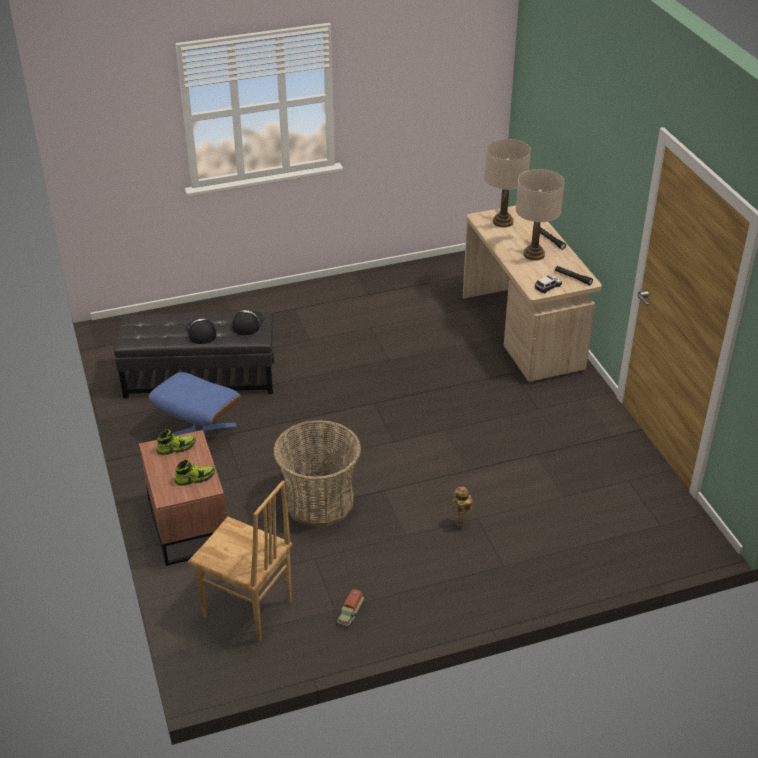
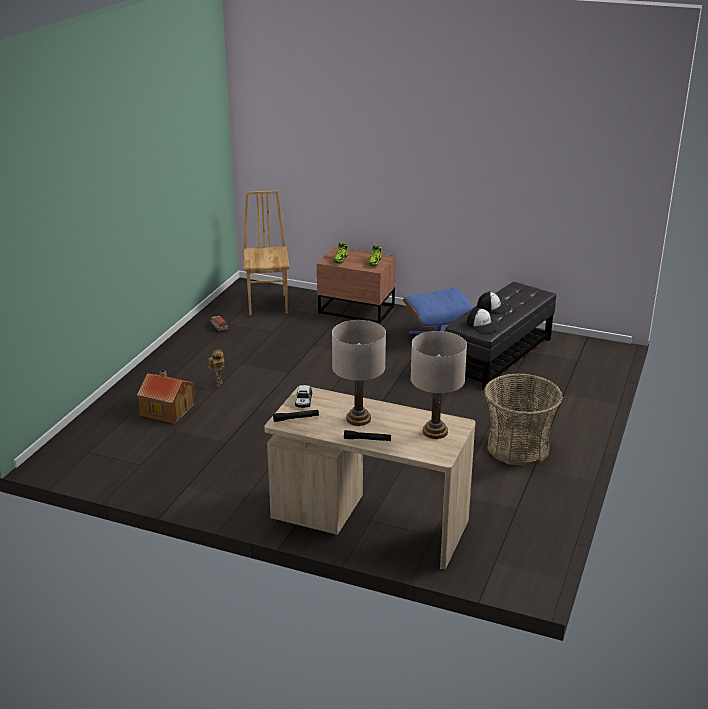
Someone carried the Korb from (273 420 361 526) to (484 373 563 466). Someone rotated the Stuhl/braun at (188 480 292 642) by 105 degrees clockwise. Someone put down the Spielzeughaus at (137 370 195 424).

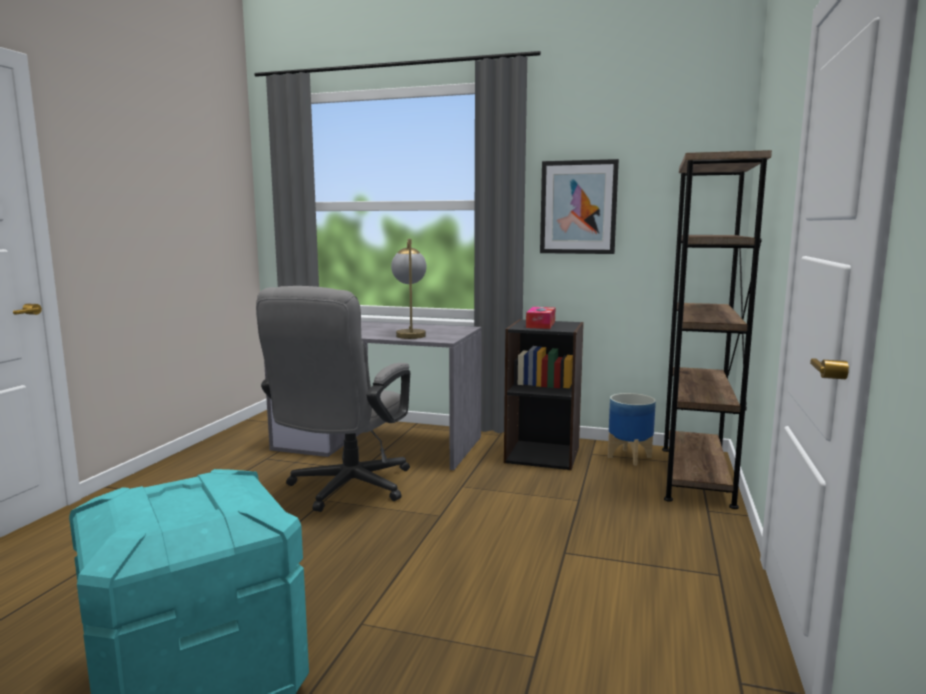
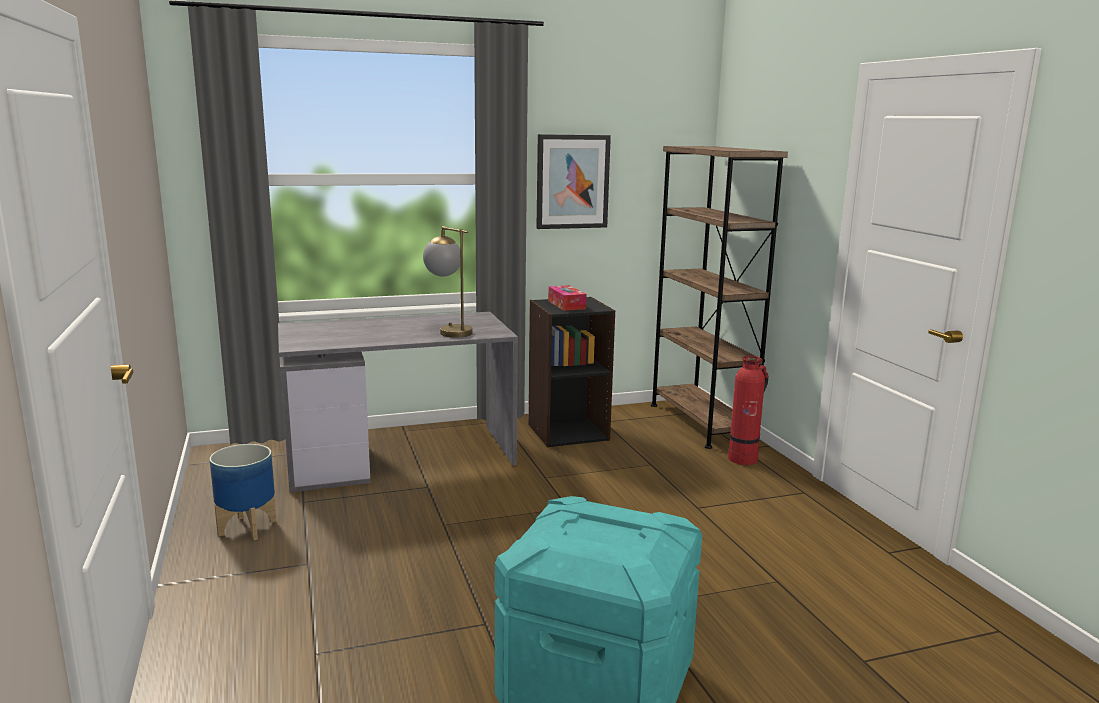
Someone took away the Bürostuhl/grau at (256 286 410 512). Someone carried the Pflanzkübel from (608 393 656 466) to (210 444 276 540). Someone put down the Feuerlöscher at (728 356 769 465).

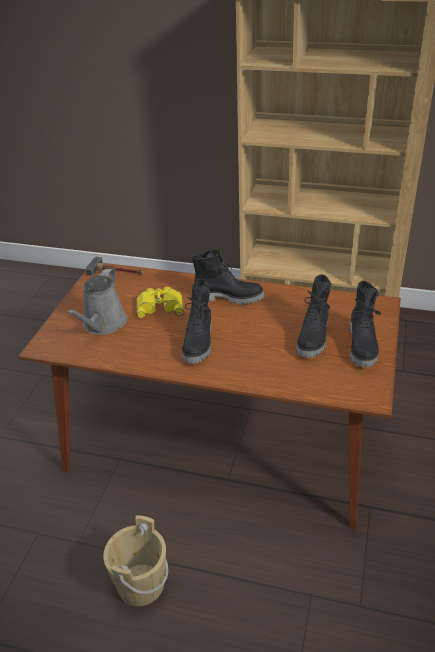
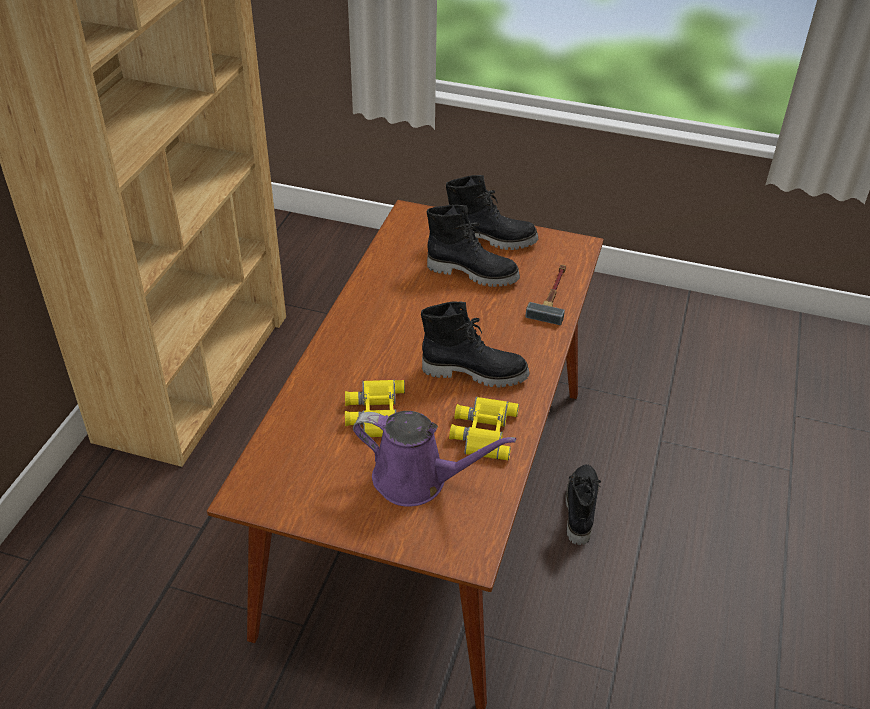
Someone carried the Stiefel/schwarz from (192 249 265 305) to (565 465 601 545). Someone carried the Hammer from (85 257 144 276) to (525 265 566 325). Someone repainted the Gießkanne/grau at (66 269 127 335), which became the Gießkanne/lila at (353 411 516 507). Someone took away the Eimer/beige at (103 515 168 606). Someone put down the Fernglas/gelb at (449 397 519 460).

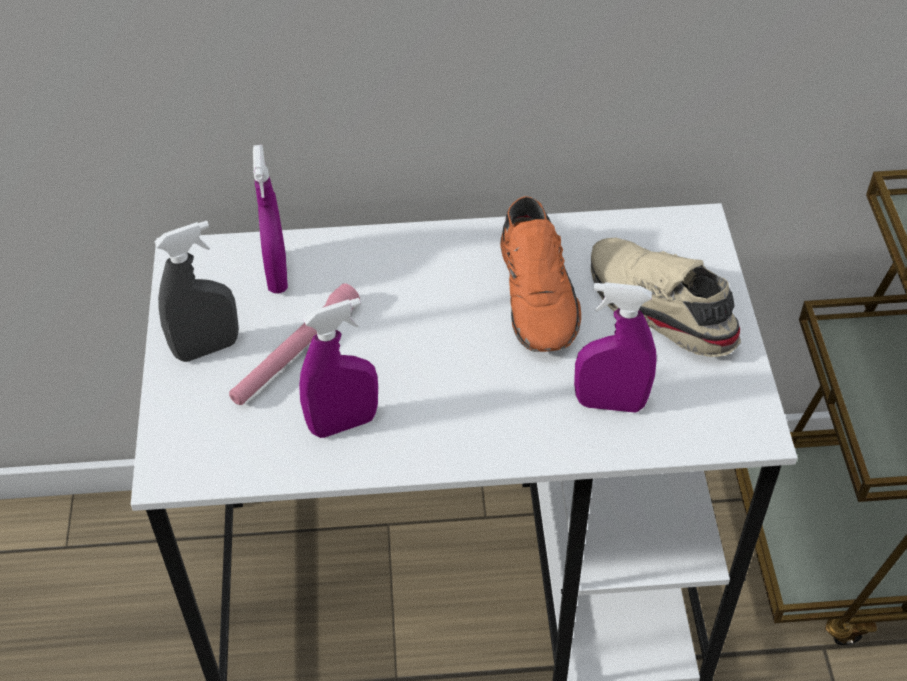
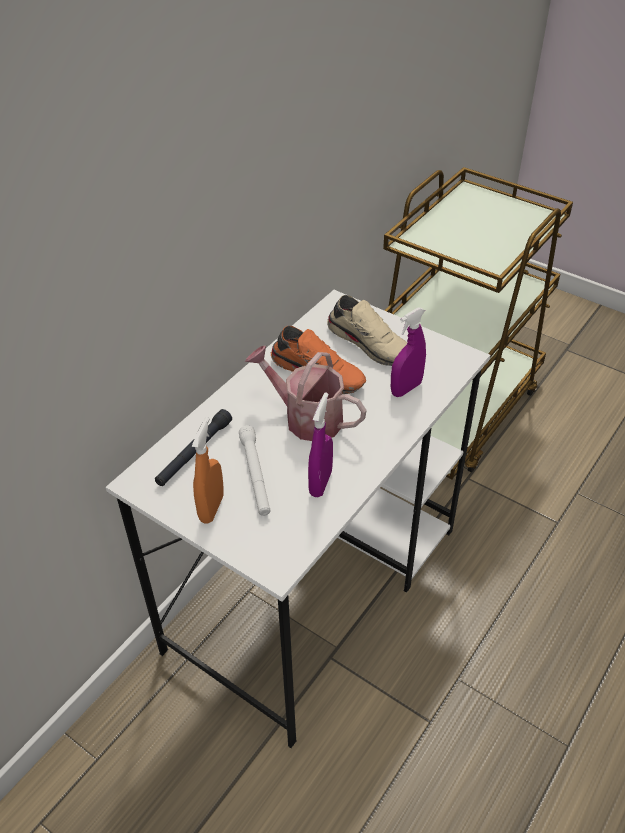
Someone swapped the Sprühflasche/lila at (253 145 288 293) for the Taschenlampe/schwarz at (155 409 232 486). Someone repainted the Sprühflasche/grau at (154 221 239 362), which became the Sprühflasche/orange at (192 417 224 523). Someone rotated the Schuh/beige at (591 238 741 357) by 135 degrees counterclockwise. Someone repainted the Taschenlampe/rosa at (229 283 360 405), which became the Taschenlampe/weiß at (239 425 271 516). Someone put down the Gießkanne at (245 346 367 441).

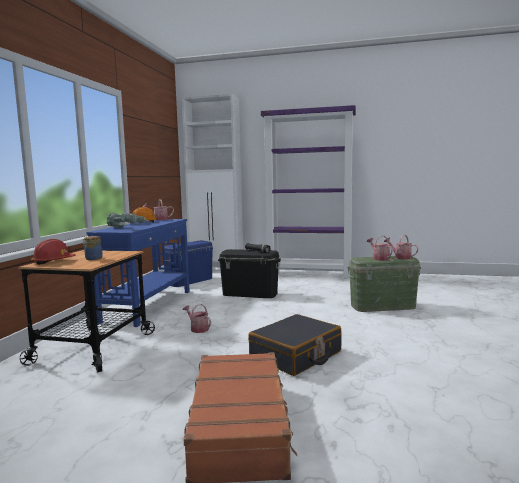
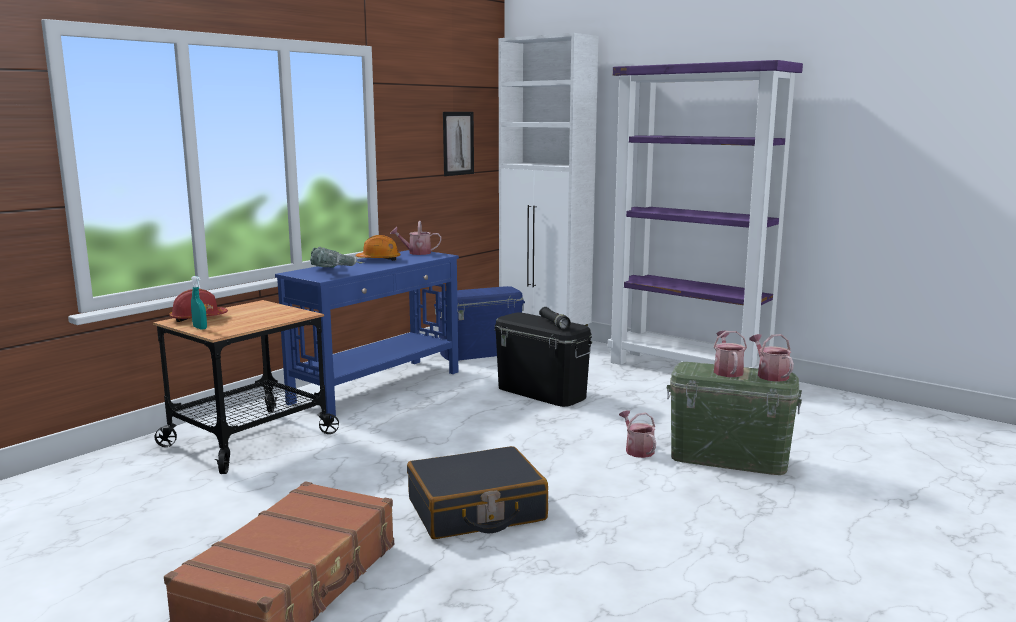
Someone took away the Vorratsglas at (82 236 103 260). Someone carried the Gießkanne from (183 304 211 333) to (619 410 656 458). Someone put up the Bild at (443 112 474 176). Someone put down the Sprühflasche/türkis at (191 276 207 330).

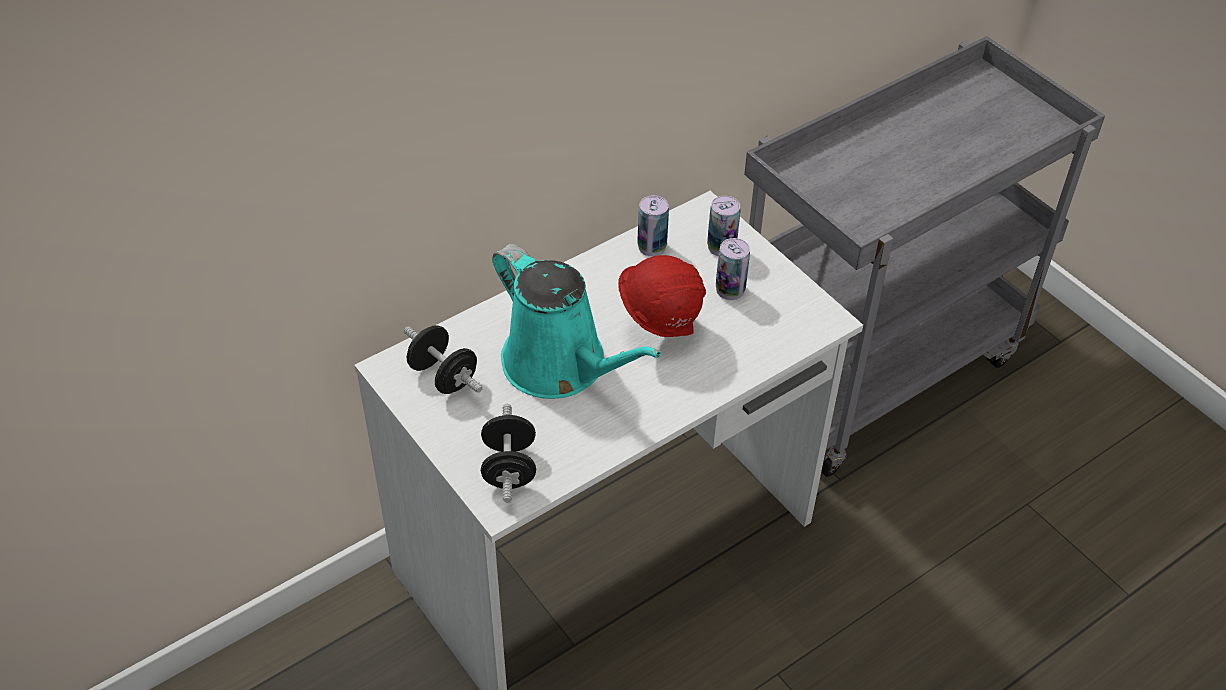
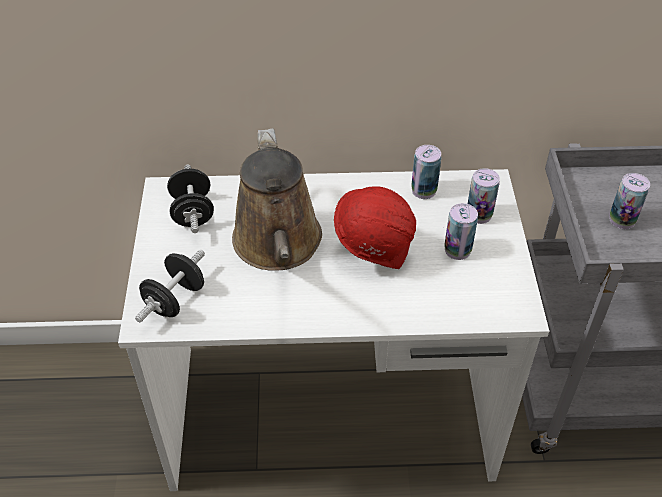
Someone repainted the Gießkanne/türkis at (492 244 662 399), which became the Gießkanne/braun at (232 128 322 271). Someone put down the Dose at (609 173 650 229).

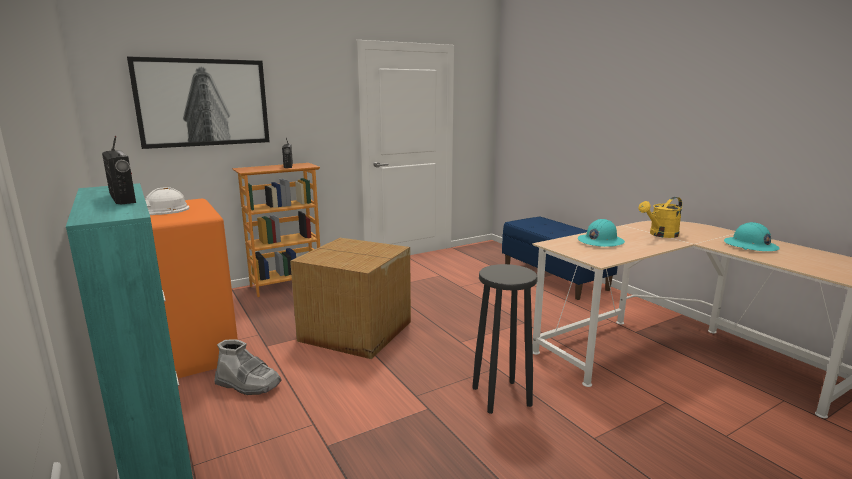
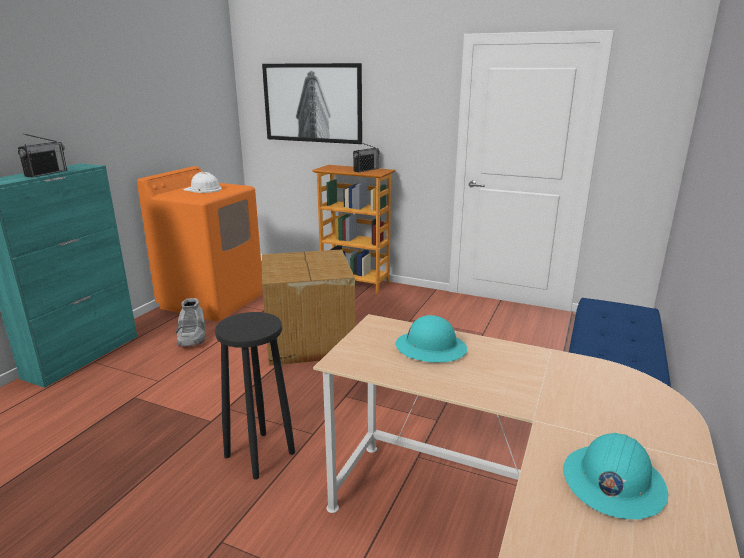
Someone took away the Gießkanne/gelb at (639 197 682 238).

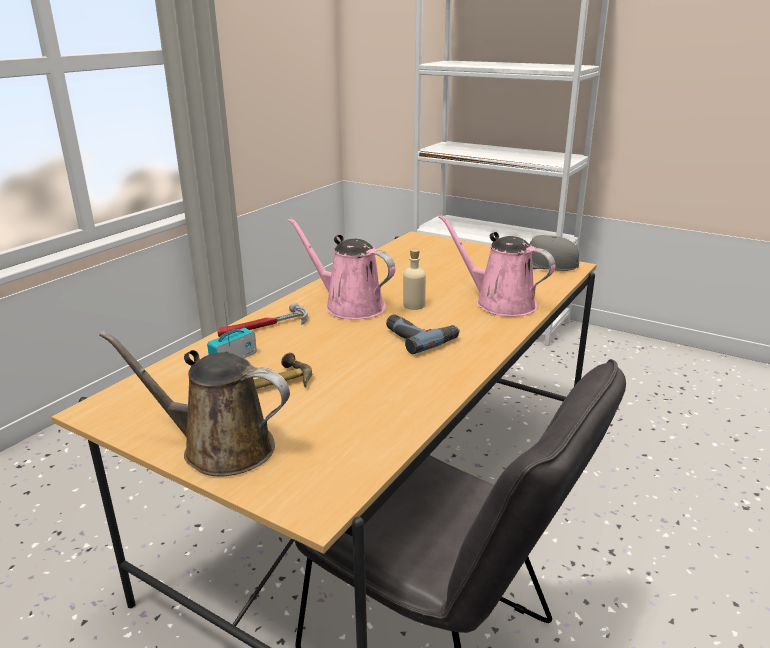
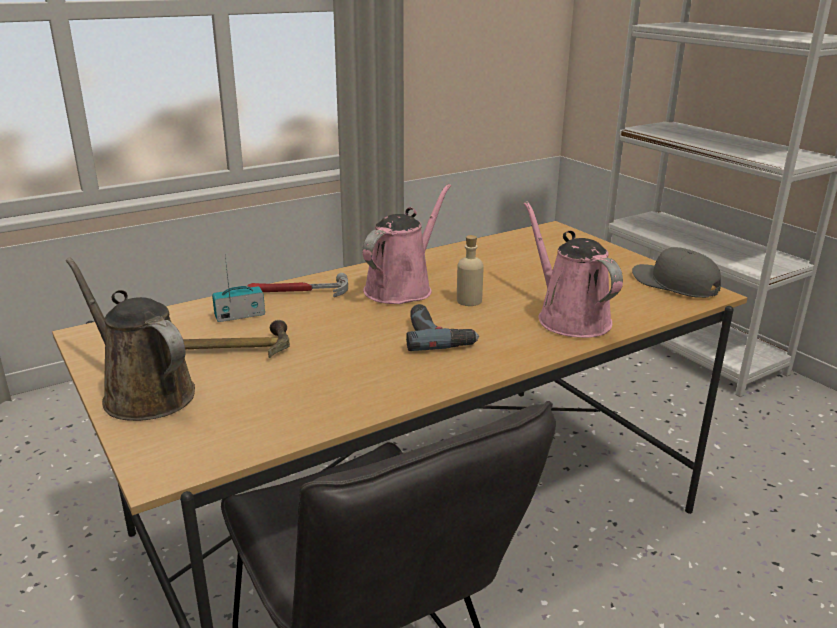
Someone rotated the Gießkanne/rosa at (288 218 395 319) by 60 degrees clockwise.

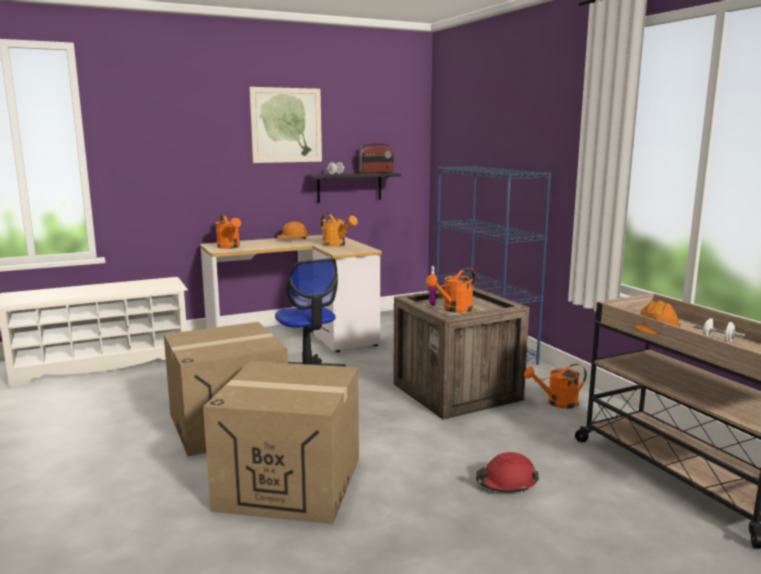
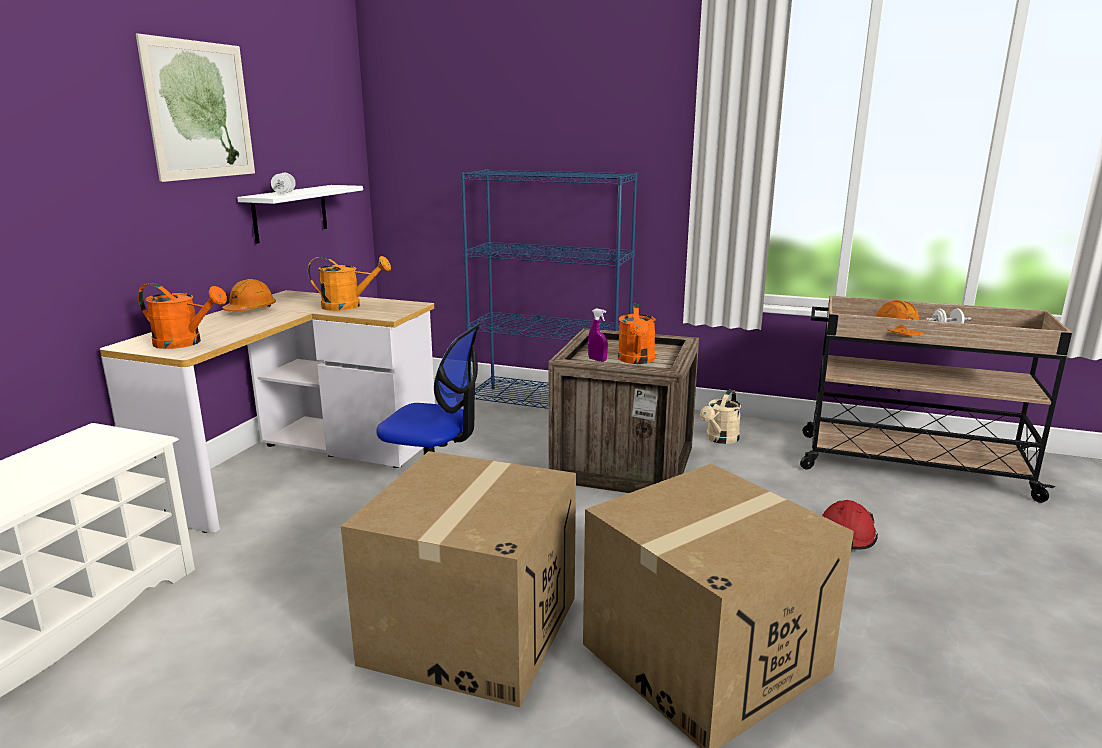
Someone took away the Radio at (359 143 394 173). Someone repainted the Wandregal/schwarz at (307 172 401 203), which became the Wandregal/weiß at (237 185 363 244). Someone repainted the Gießkanne/orange at (524 364 587 409), which became the Gießkanne/beige at (700 390 741 444).

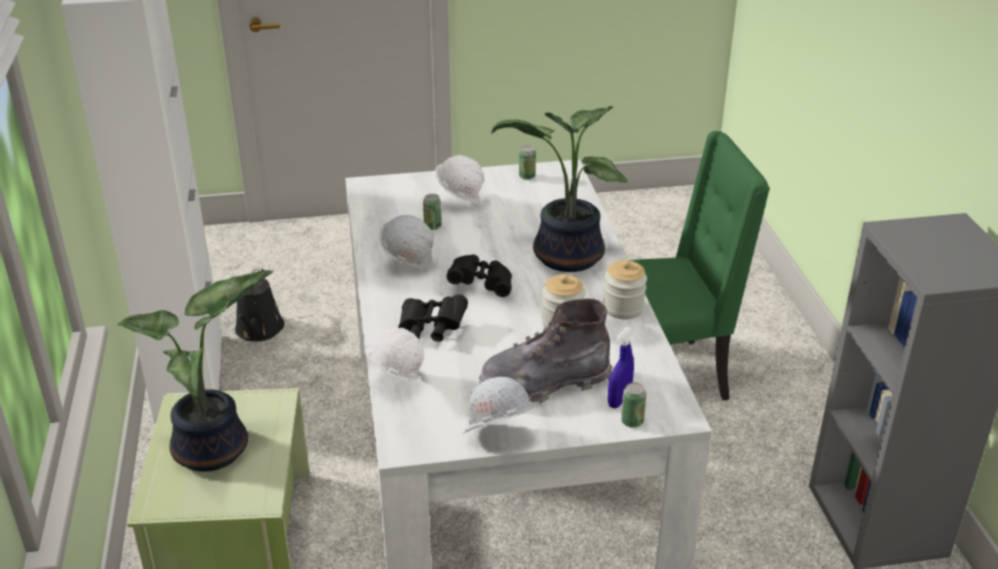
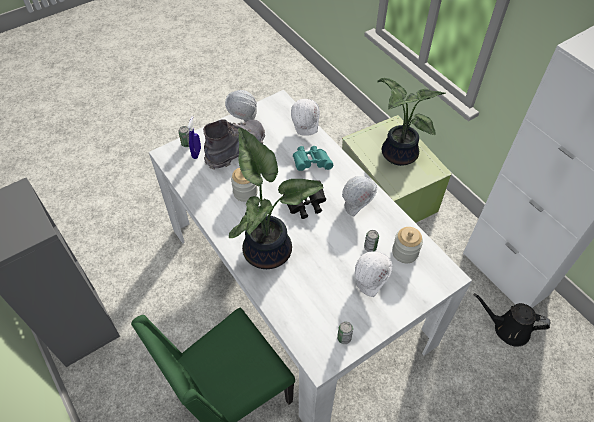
Someone carried the Vorratsglas from (603 260 647 319) to (392 227 423 263). Someone rotated the Gießkanne/schwarz at (235 268 285 342) by 45 degrees counterclockwise. Someone repainted the Fernglas/schwarz at (398 294 468 342), which became the Fernglas/türkis at (293 146 333 171).

